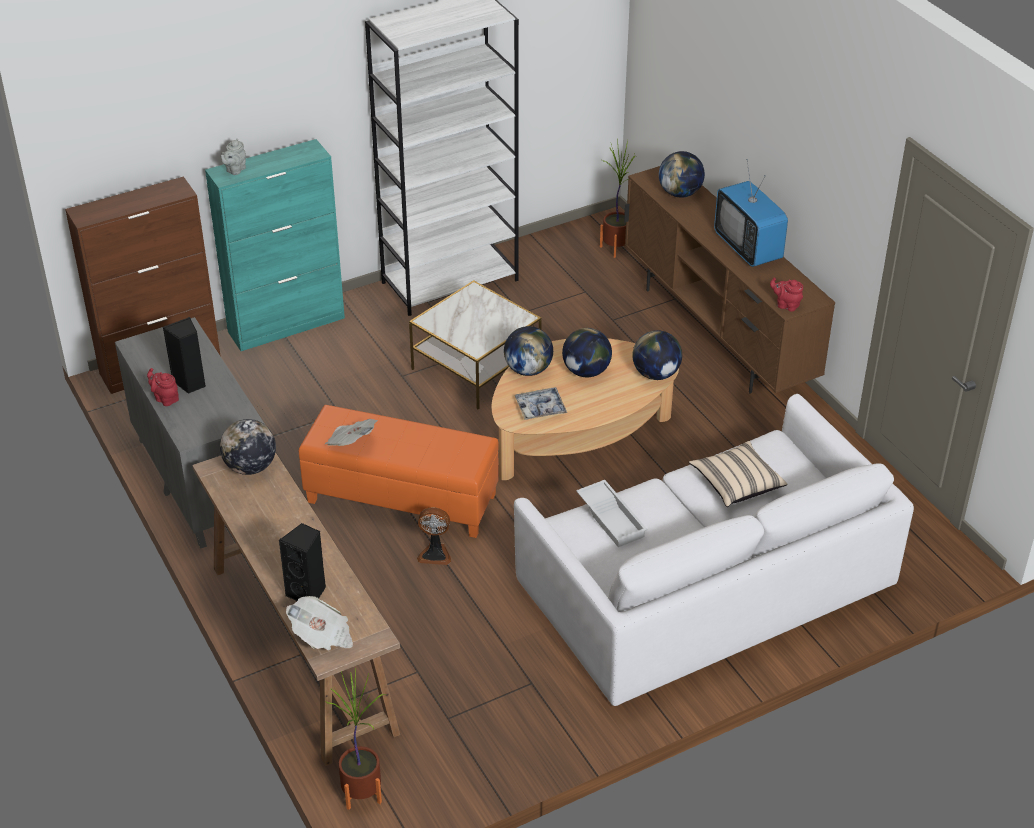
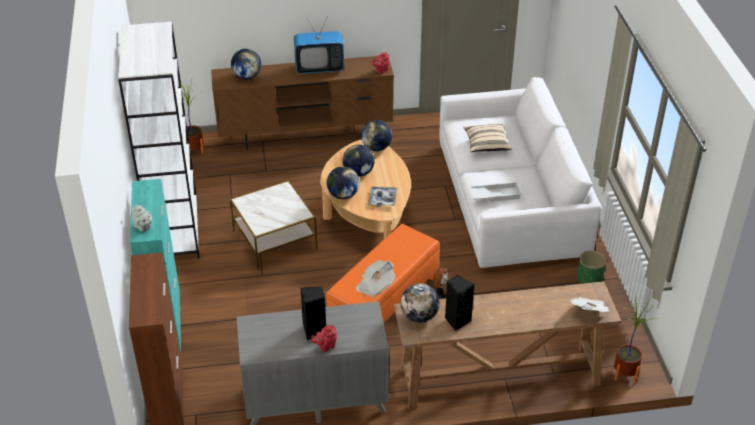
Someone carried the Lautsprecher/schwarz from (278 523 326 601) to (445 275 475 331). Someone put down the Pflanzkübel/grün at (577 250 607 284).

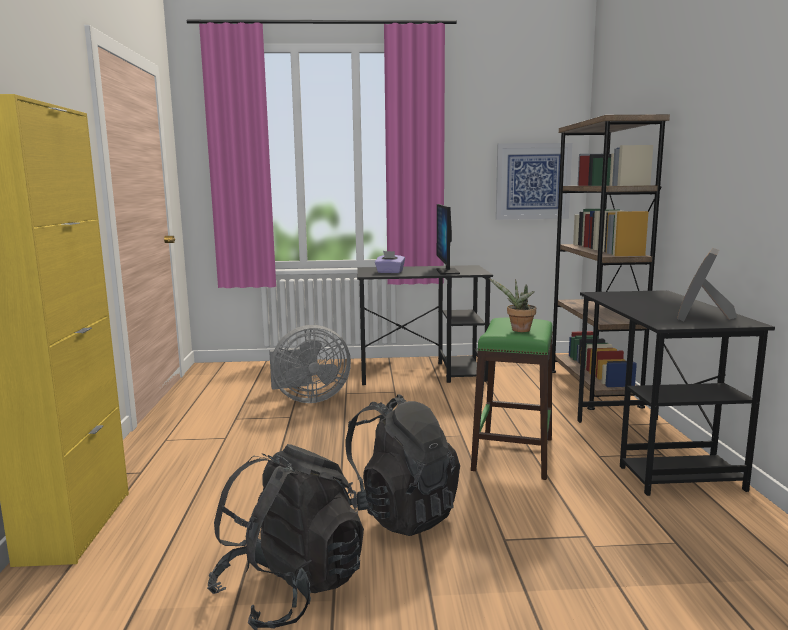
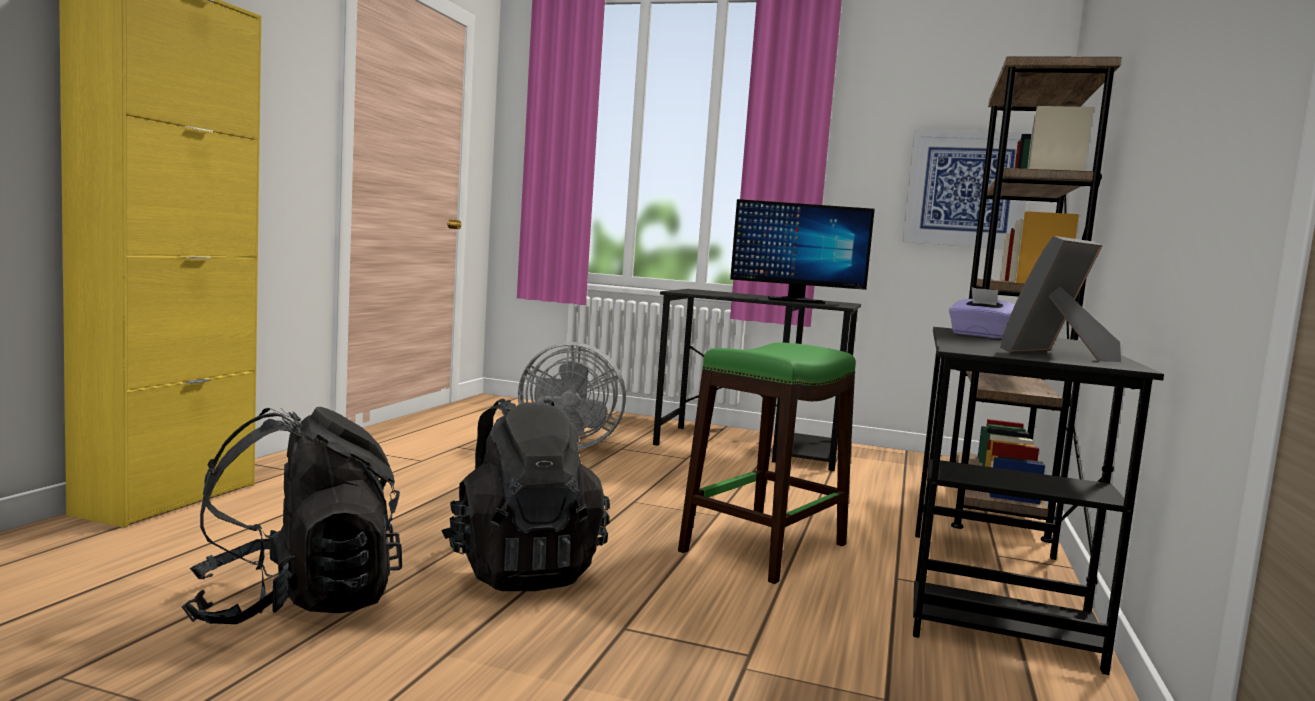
Someone rotated the Monitor at (436 204 460 275) by 105 degrees counterclockwise. Someone carried the Taschentuchbox/lila from (375 251 405 273) to (949 287 1015 339). Someone took away the Topfpflanze at (489 278 536 332).

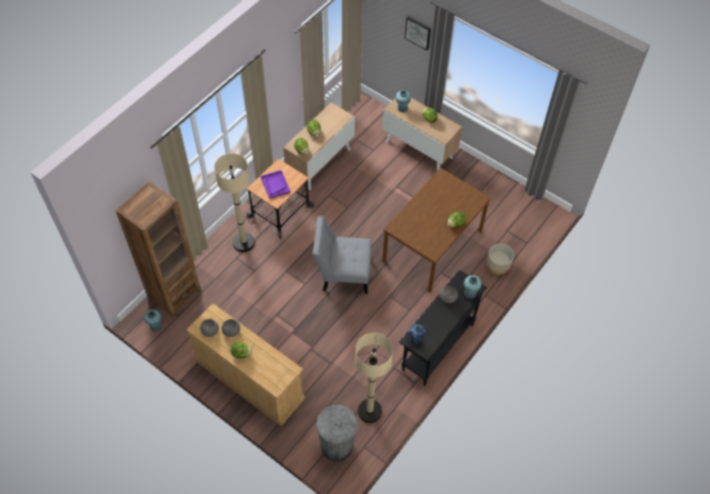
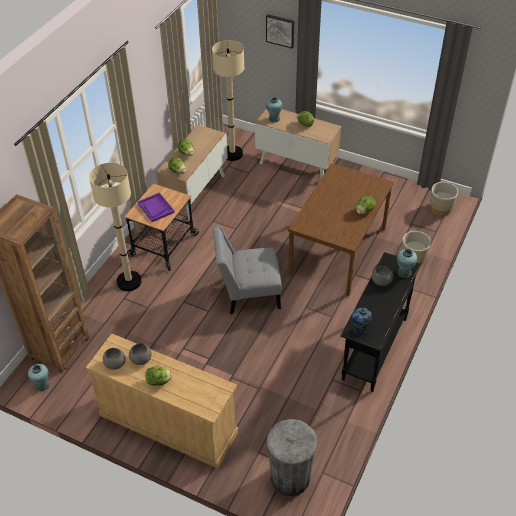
Someone carried the Stehlampe/beige from (355 333 393 423) to (212 40 244 161). Someone put down the Pflanzkübel/beige at (430 182 458 216).

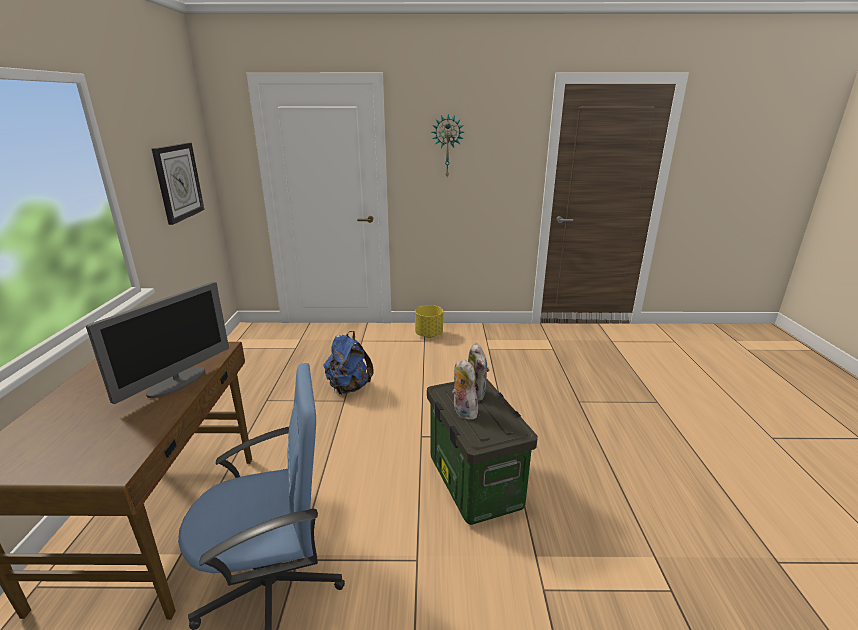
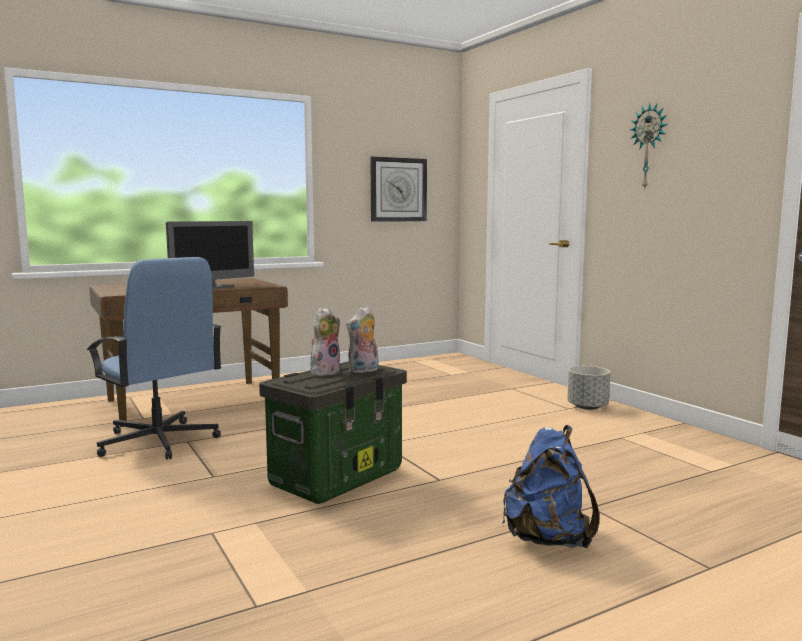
Someone rotated the Monitor at (86 282 229 404) by 45 degrees counterclockwise. Someone repainted the Pflanzkübel/gelb at (415 305 443 337), which became the Pflanzkübel/grau at (567 366 610 410). Someone carried the Rucksack/blau from (324 331 374 394) to (502 425 600 548).

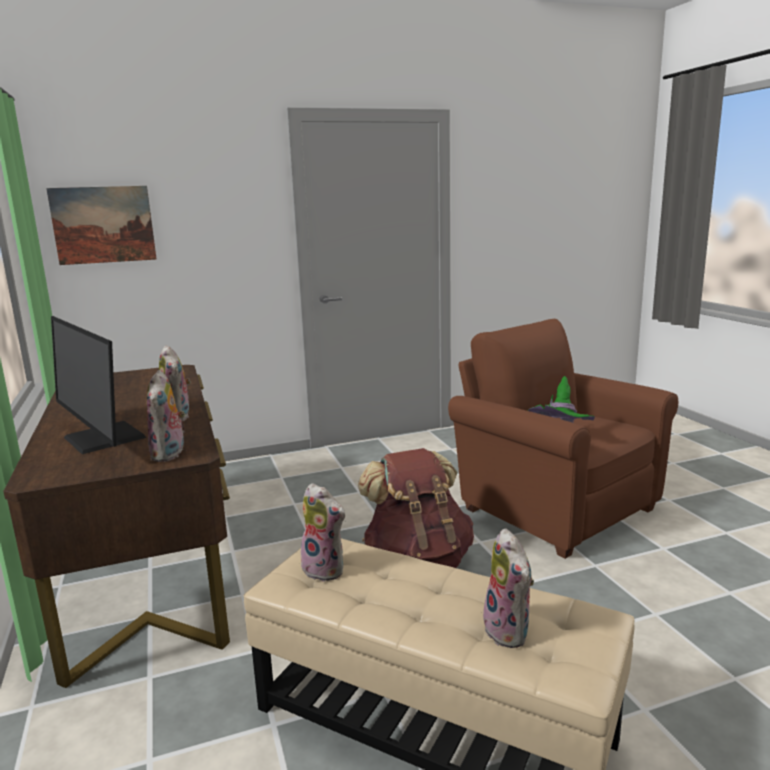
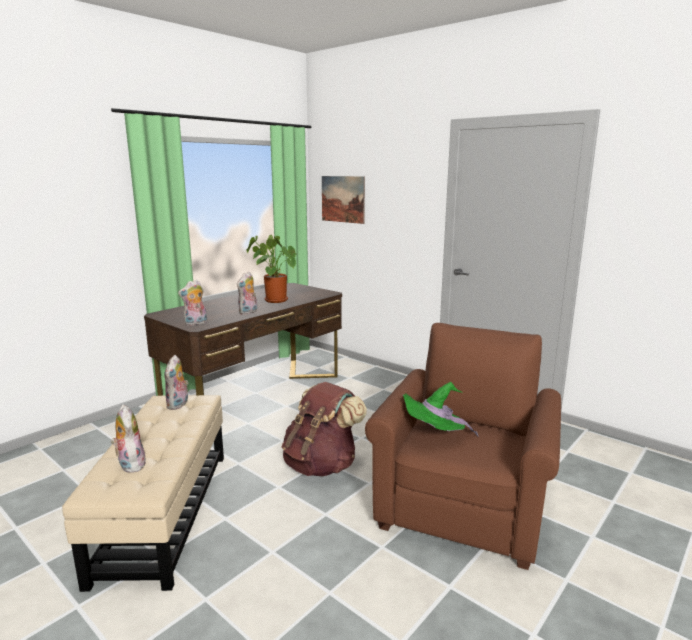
Someone took away the Monitor at (51 316 146 454). Someone rotated the Plüschtier at (480 528 534 648) by 105 degrees clockwise. Someone put down the Topfpflanze at (246 235 296 303).

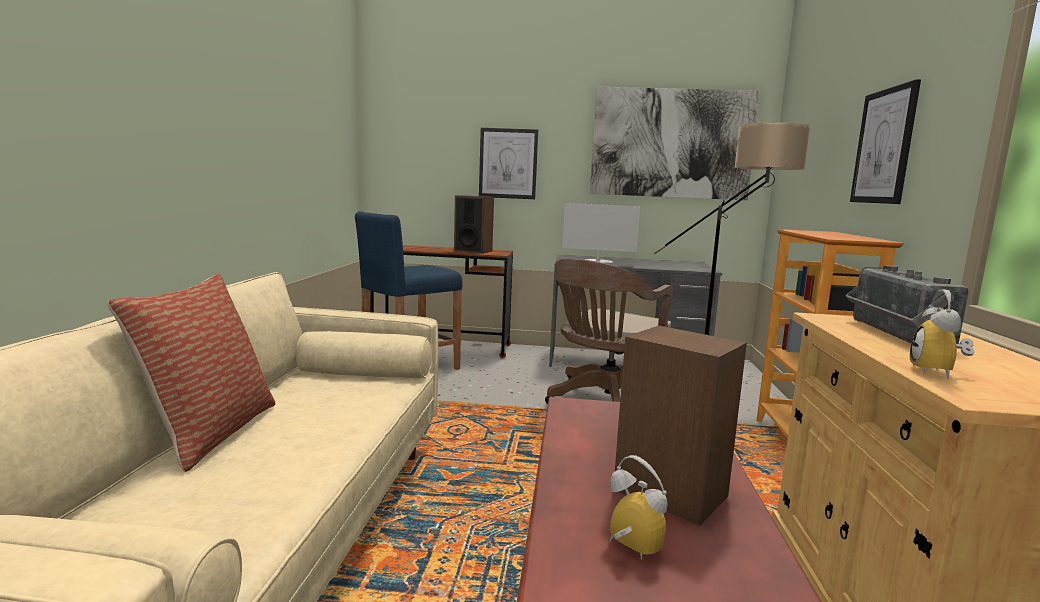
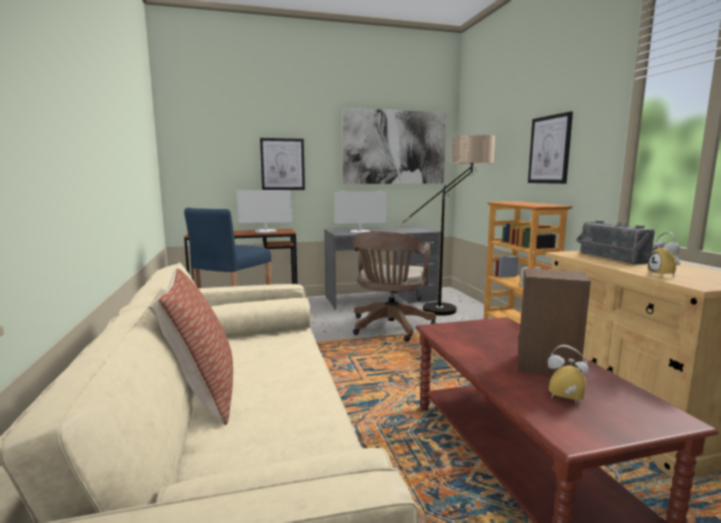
Someone swapped the Lautsprecher at (454 195 494 254) for the Monitor at (237 190 292 233).

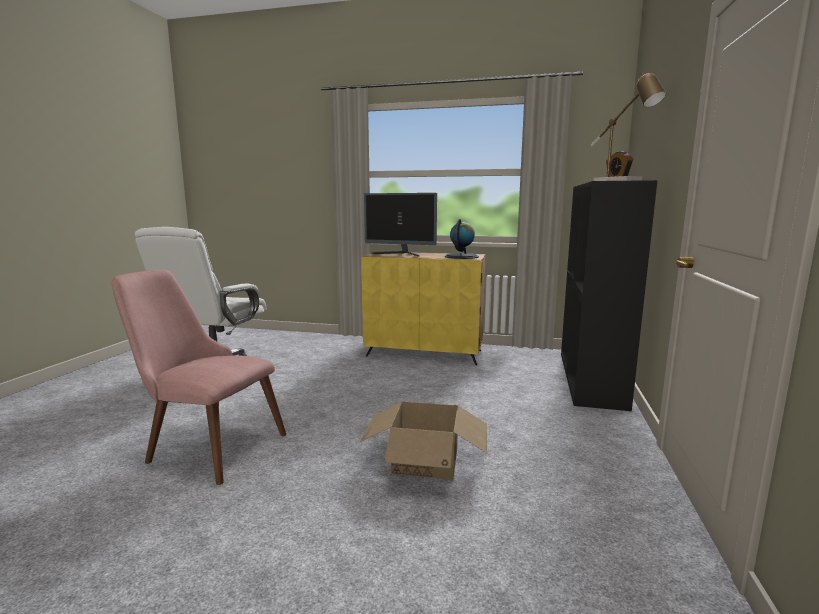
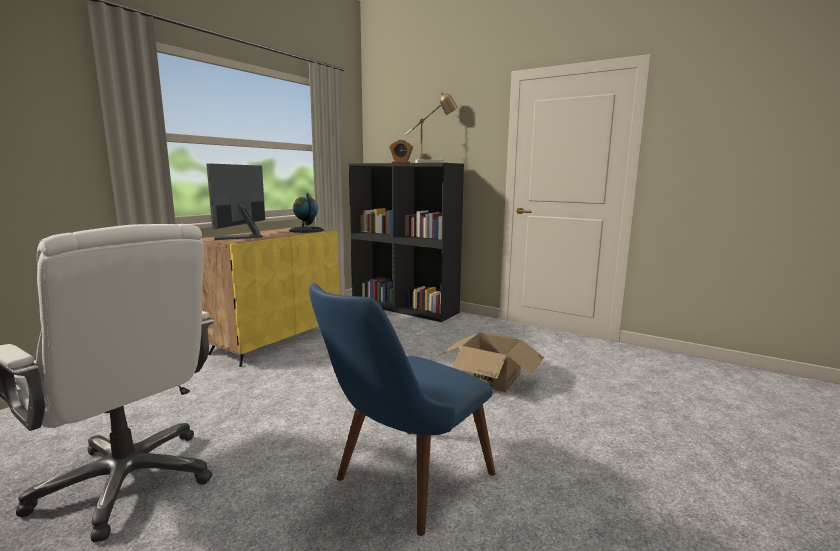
Someone rotated the Monitor at (364 193 437 257) by 150 degrees clockwise. Someone repainted the Stuhl/rosa at (112 270 286 485), which became the Stuhl/blau at (309 283 496 536).

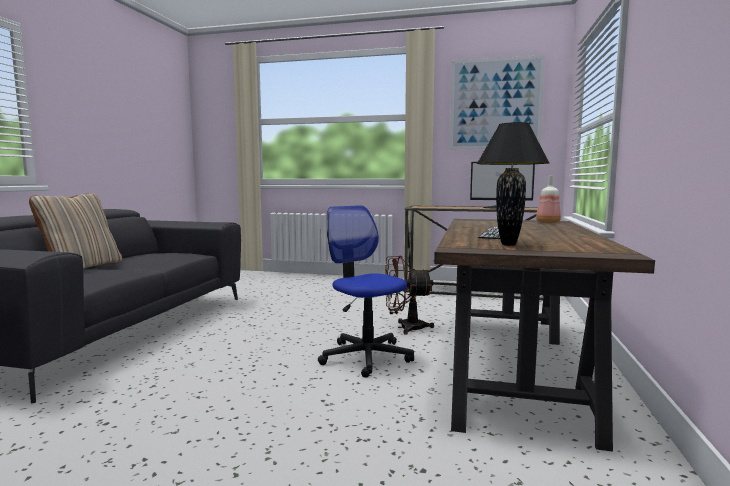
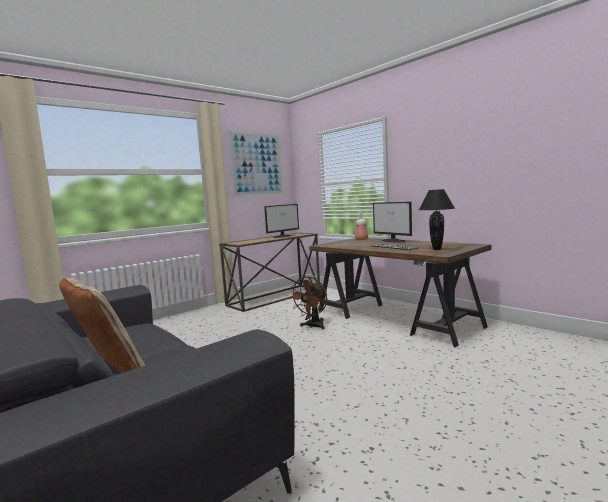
Someone took away the Bürostuhl at (318 205 414 378). Someone put down the Monitor at (373 202 412 242).

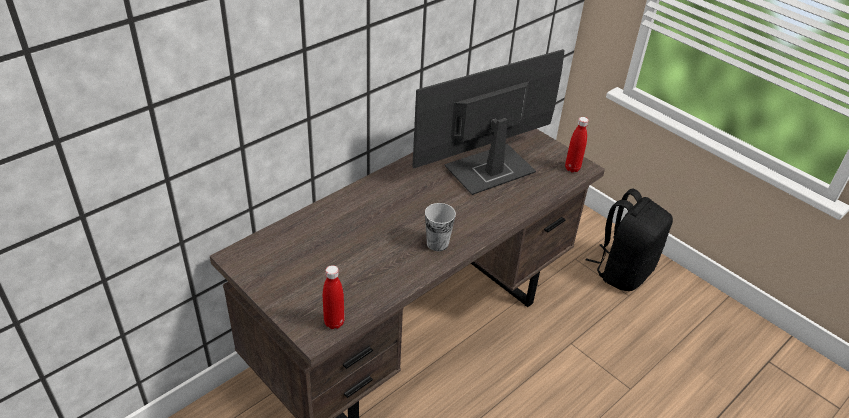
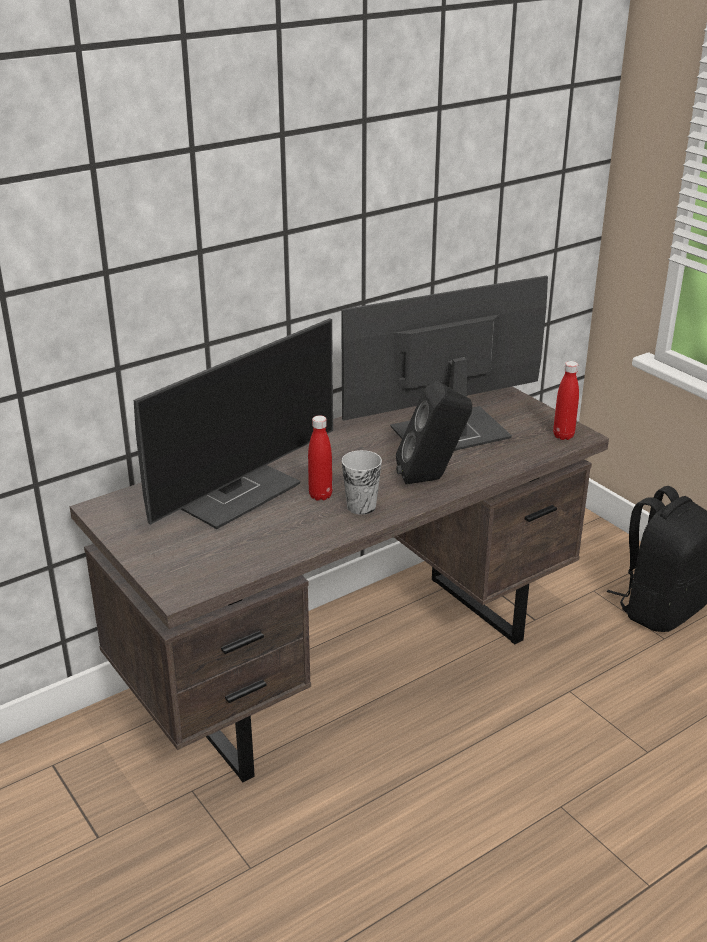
Someone carried the Flasche/rot from (323 265 345 329) to (308 416 332 501). Someone put down the Monitor at (134 318 333 529). Someone put down the Lautsprecher/schwarz at (396 381 472 484).

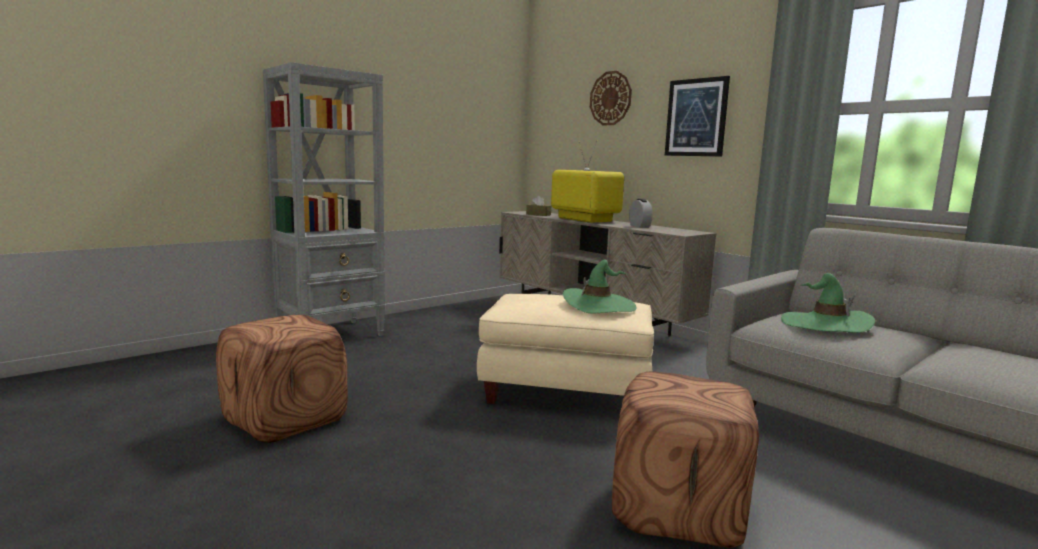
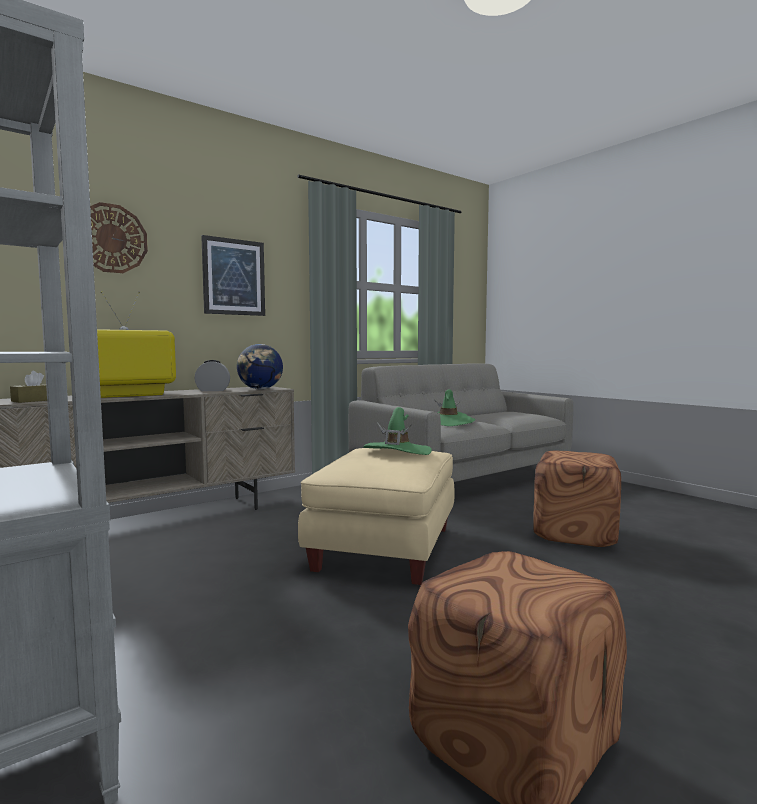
Someone put down the Globus at (237 344 283 389).

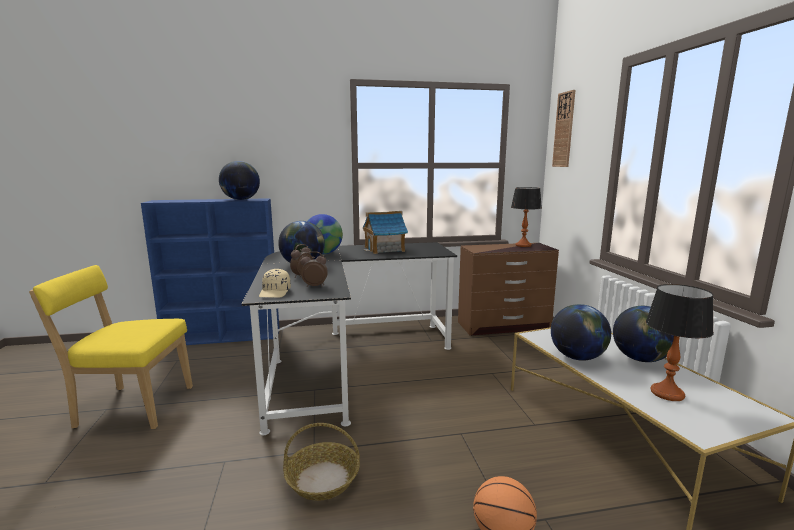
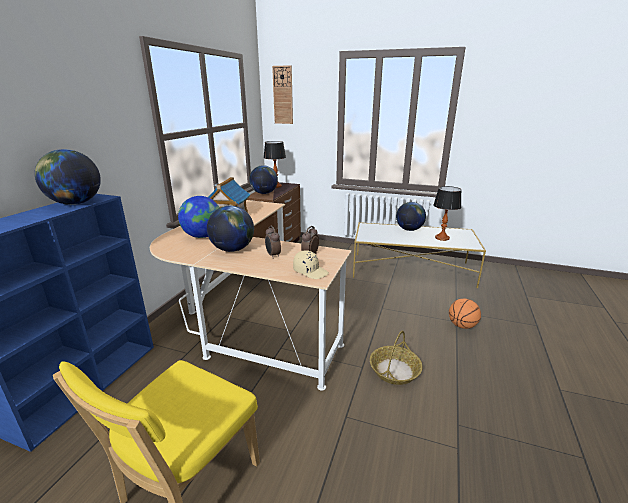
Someone repainted the Schreibtisch/schwarz at (242 242 457 435), which became the Schreibtisch/beige at (150 200 352 391). Someone carried the Globus from (551 304 611 361) to (249 165 278 194).

